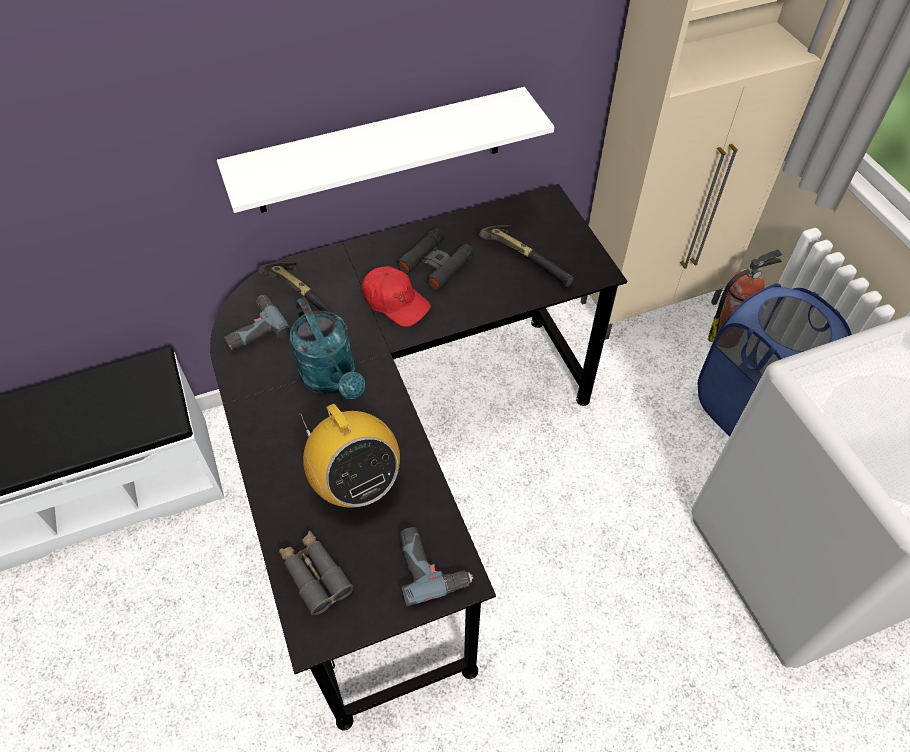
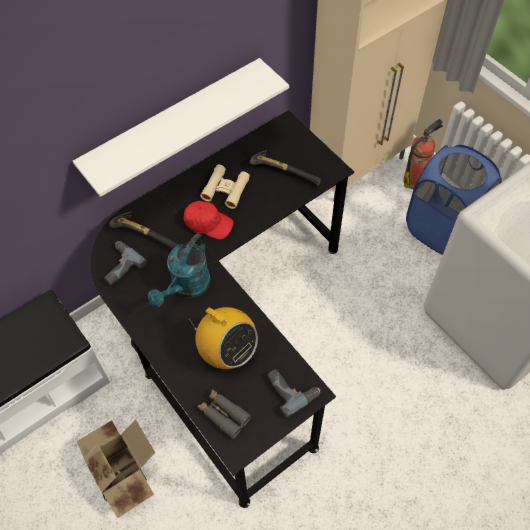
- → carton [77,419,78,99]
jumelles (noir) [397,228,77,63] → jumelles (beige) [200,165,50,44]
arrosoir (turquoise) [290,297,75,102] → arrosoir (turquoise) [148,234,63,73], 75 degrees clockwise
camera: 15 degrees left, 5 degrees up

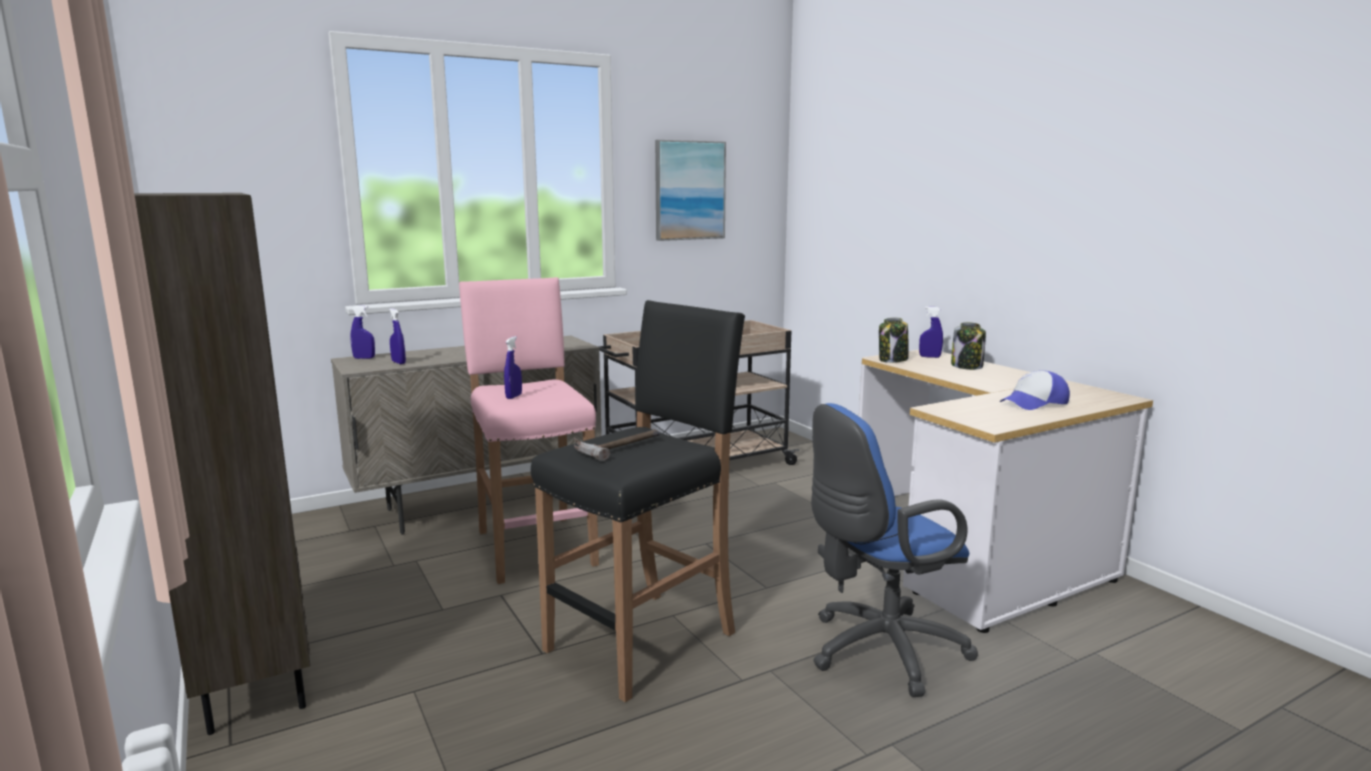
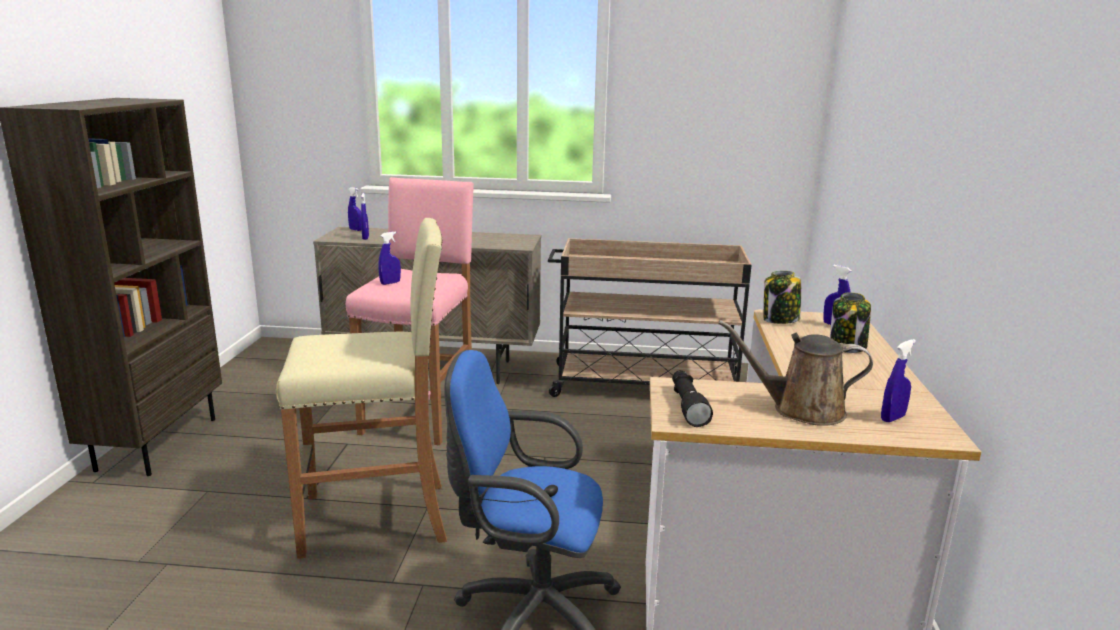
marteau [574,429,86,32] → -
tableau [655,140,71,101] → -
- → lampe de poche (noir) [672,370,41,57]
- → vaporisateur (bleu) [881,339,35,83]
casquette [1000,371,70,39] → arrosoir (marron) [718,320,155,106]
tabouret (noir) [531,300,214,402] → tabouret (beige) [276,218,171,341]
camera: 35 degrees right, 5 degrees up

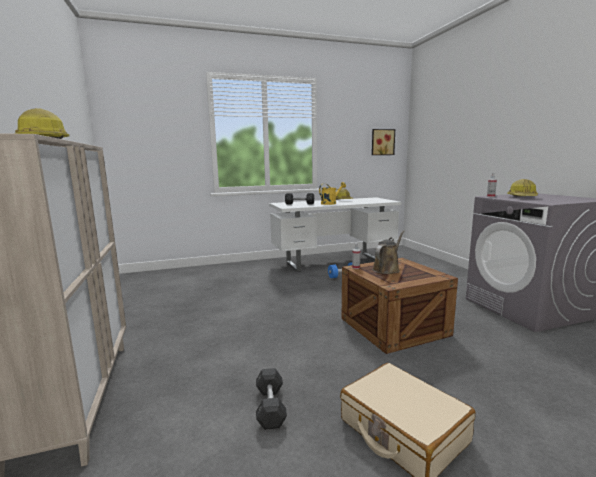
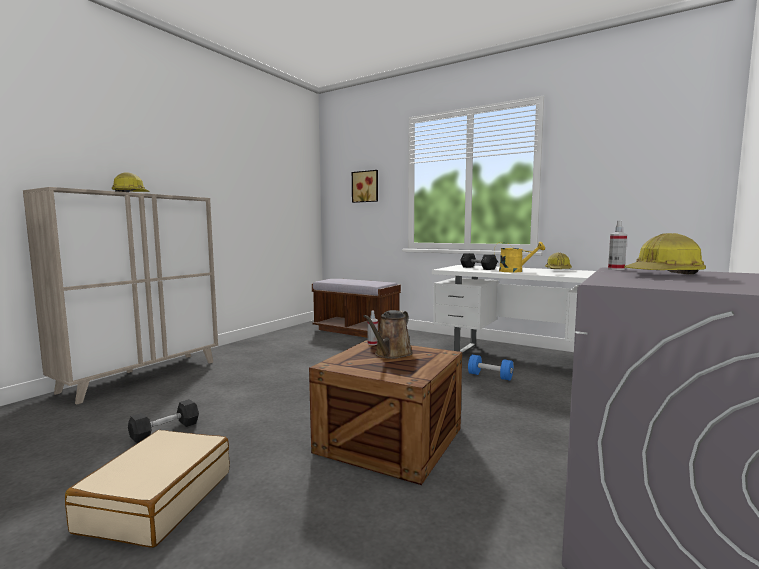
- → banc (marron) [312,279,89,59]
tableau [372,129,23,26] → tableau [352,170,26,33], relocated
arrosoir (marron) [372,230,32,44] → arrosoir (marron) [363,310,50,49], 120 degrees clockwise
camera: 50 degrees right, 5 degrees down

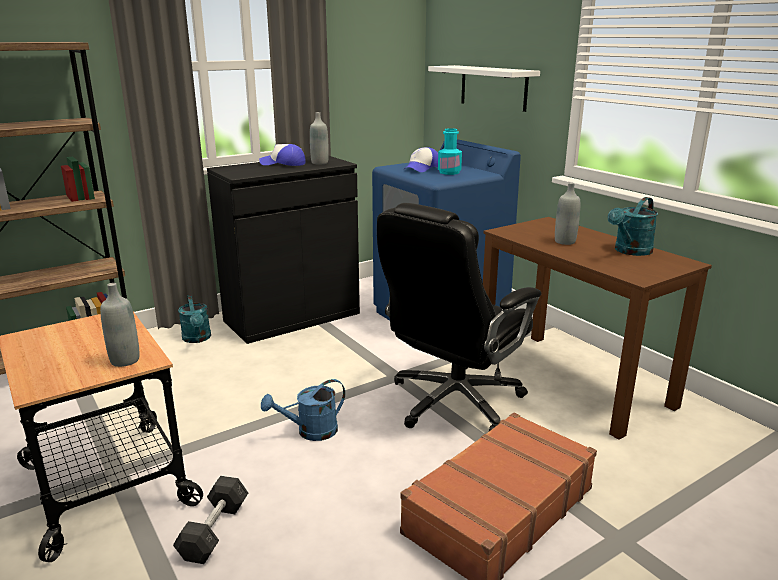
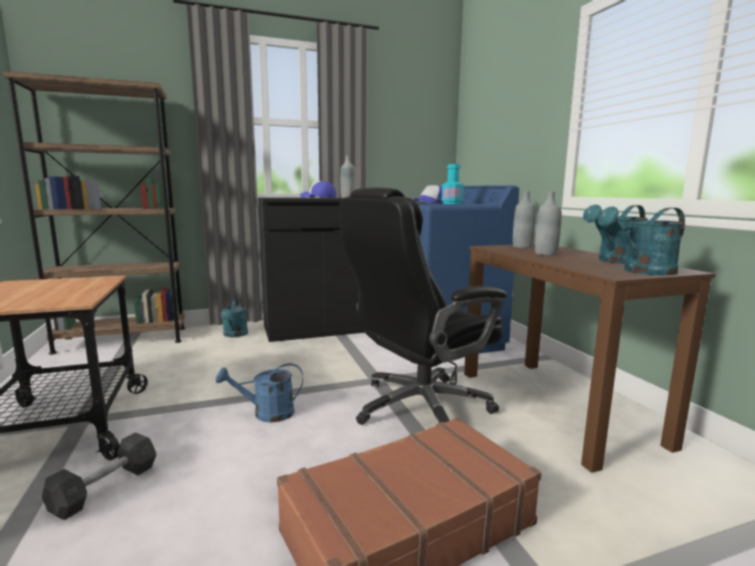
étagère (blanc) [428,65,112,47] → -
- → arrosoir (turquoise) [598,207,87,69]
bouteille (gris) [100,283,40,84] → bouteille (gris) [513,191,23,57], relocated
camera: 15 degrees right, 10 degrees down

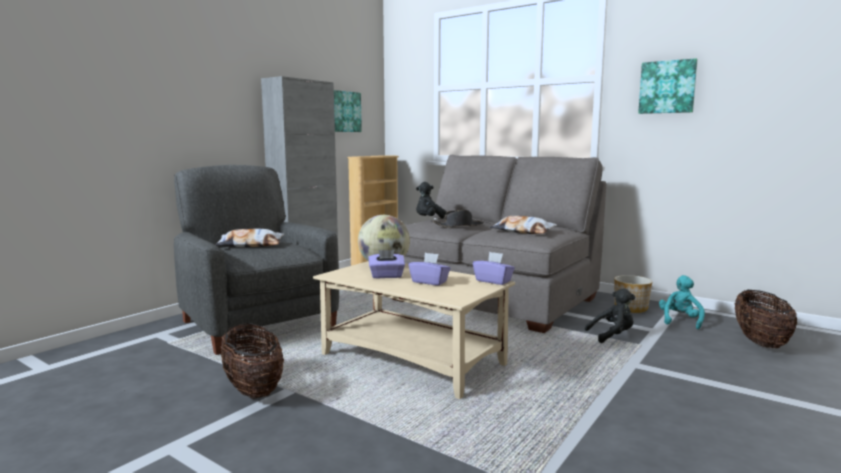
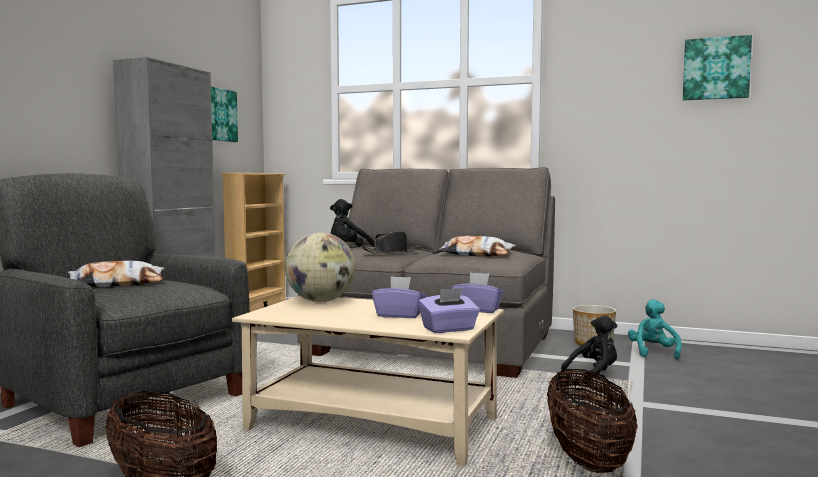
boîte à mouchoirs (violet) [368,250,37,28] → boîte à mouchoirs (violet) [418,288,62,45], relocated
tableau [638,58,60,56] → tableau [683,35,69,65], relocated
panier [735,290,62,58] → panier [547,369,91,104], relocated
camera: 15 degrees left, 5 degrees down

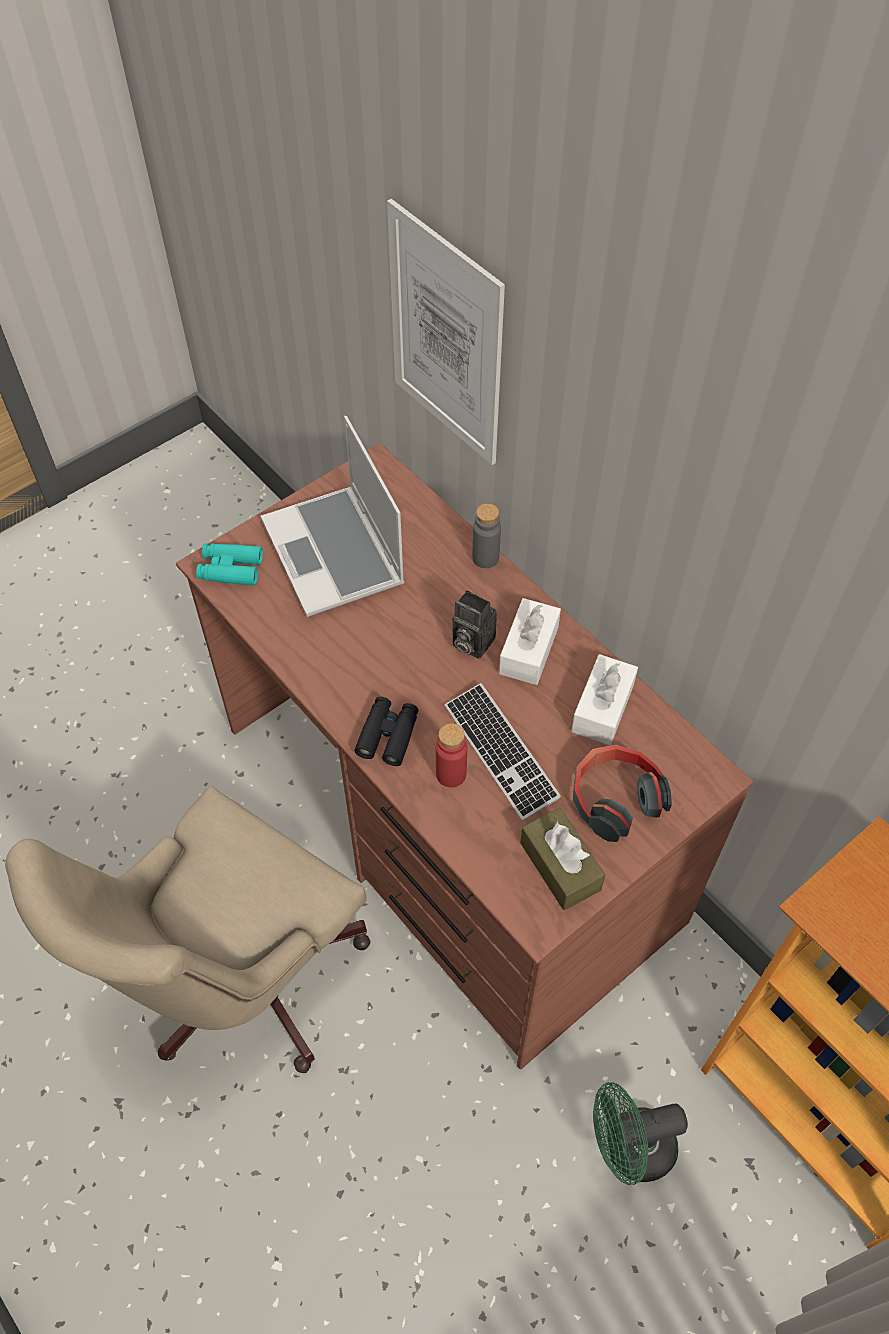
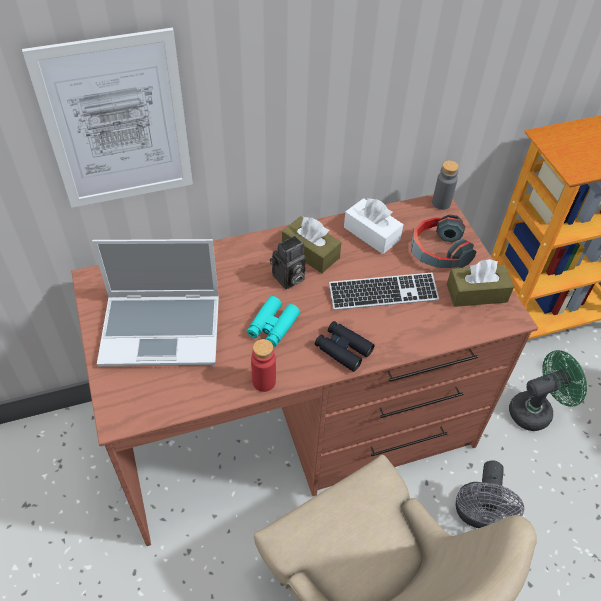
- → ventilateur (gris) [456,460,68,68]
jumelles (turquoise) [196,543,67,42] → jumelles (turquoise) [247,296,53,51], relocated
bouteille (rouge) [436,723,31,65] → bouteille (rouge) [251,339,25,53], relocated
bouteille (gris) [472,503,29,65] → bouteille (gris) [432,160,27,50], relocated
boîte à mouchoirs (blanc) [499,598,62,87] → boîte à mouchoirs (marron) [282,216,59,57]
ventilateur (vert) [593,1082,95,103] → ventilateur (vert) [509,350,78,81], 120 degrees counterclockwise
camera: 70 degrees left, 5 degrees down

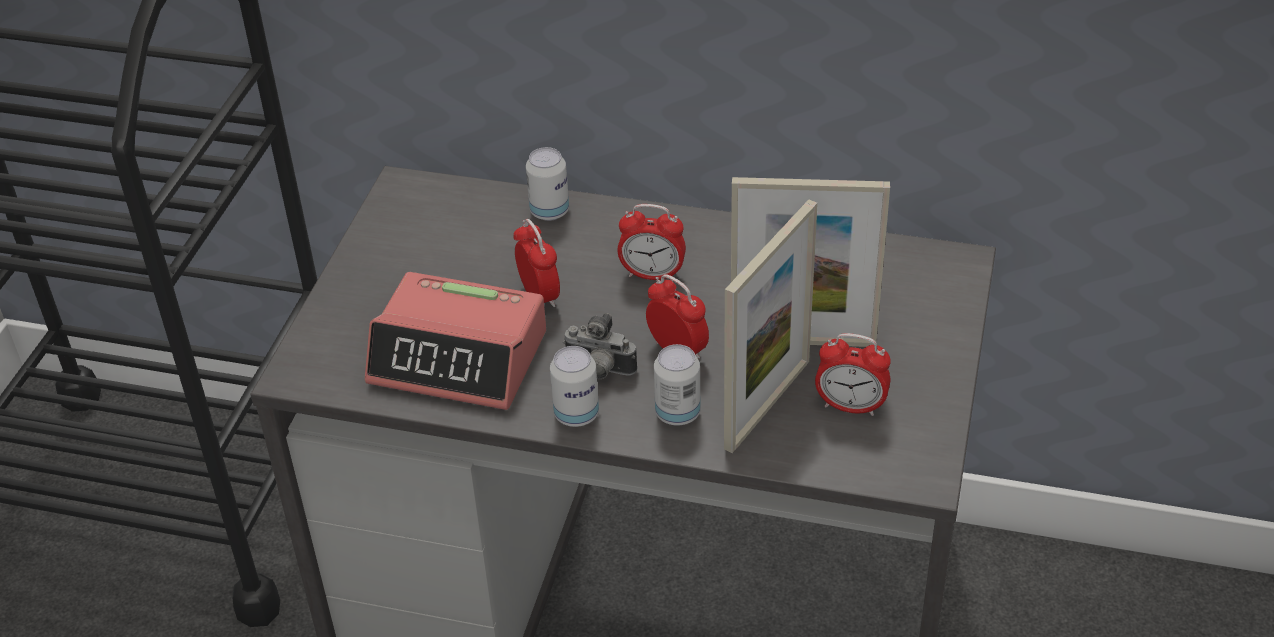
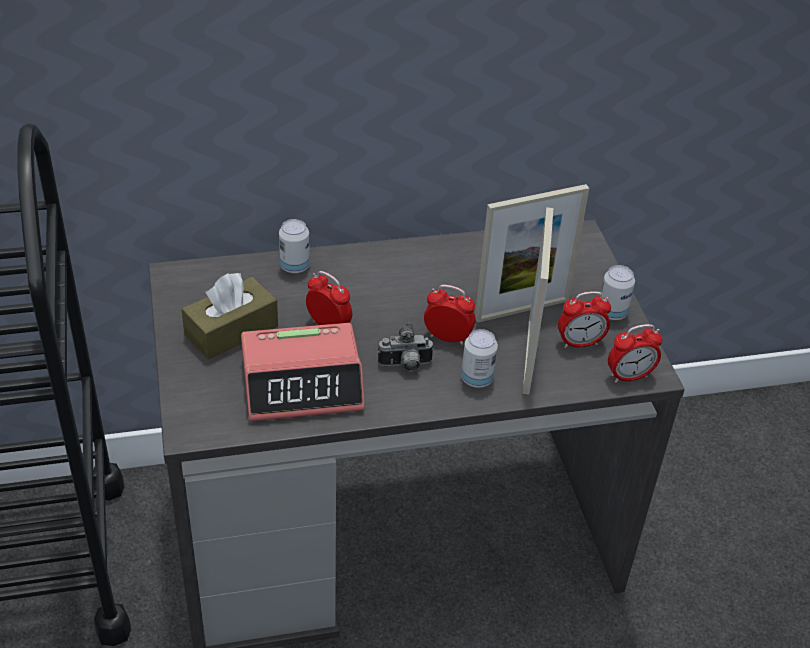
- → boîte à mouchoirs (marron) [181,273,97,87]
boîte métallique [550,346,49,81] → boîte métallique [600,265,35,55], relocated
réveil [617,204,69,77] → réveil [608,324,54,59], relocated
camera: 30 degrees left, 0 degrees up

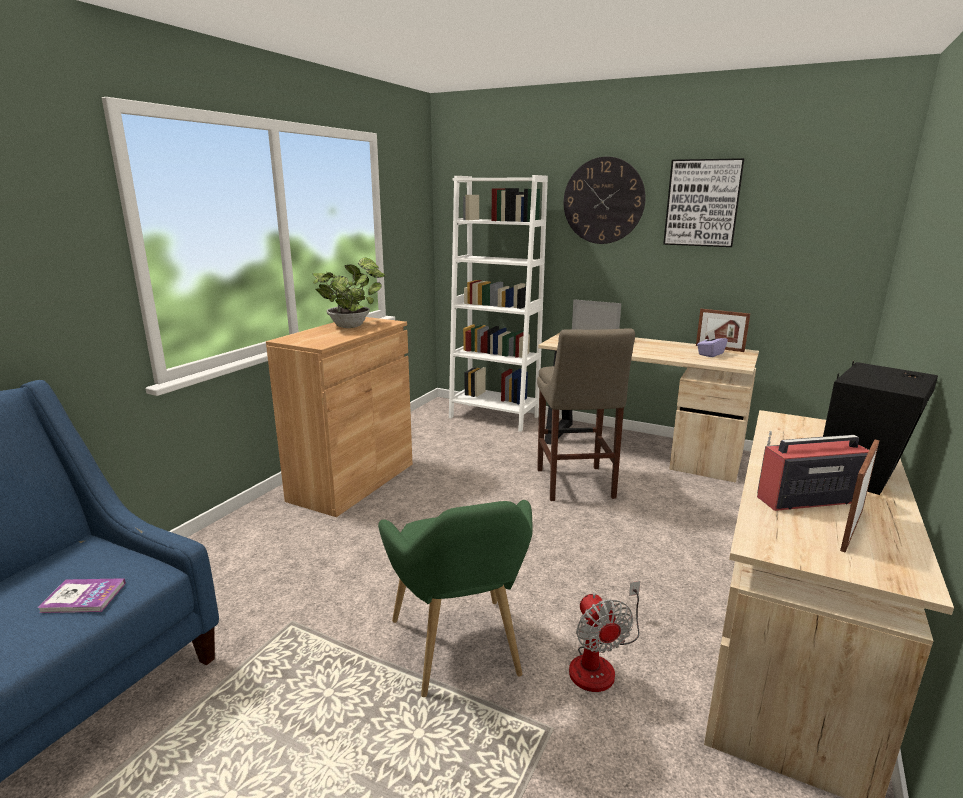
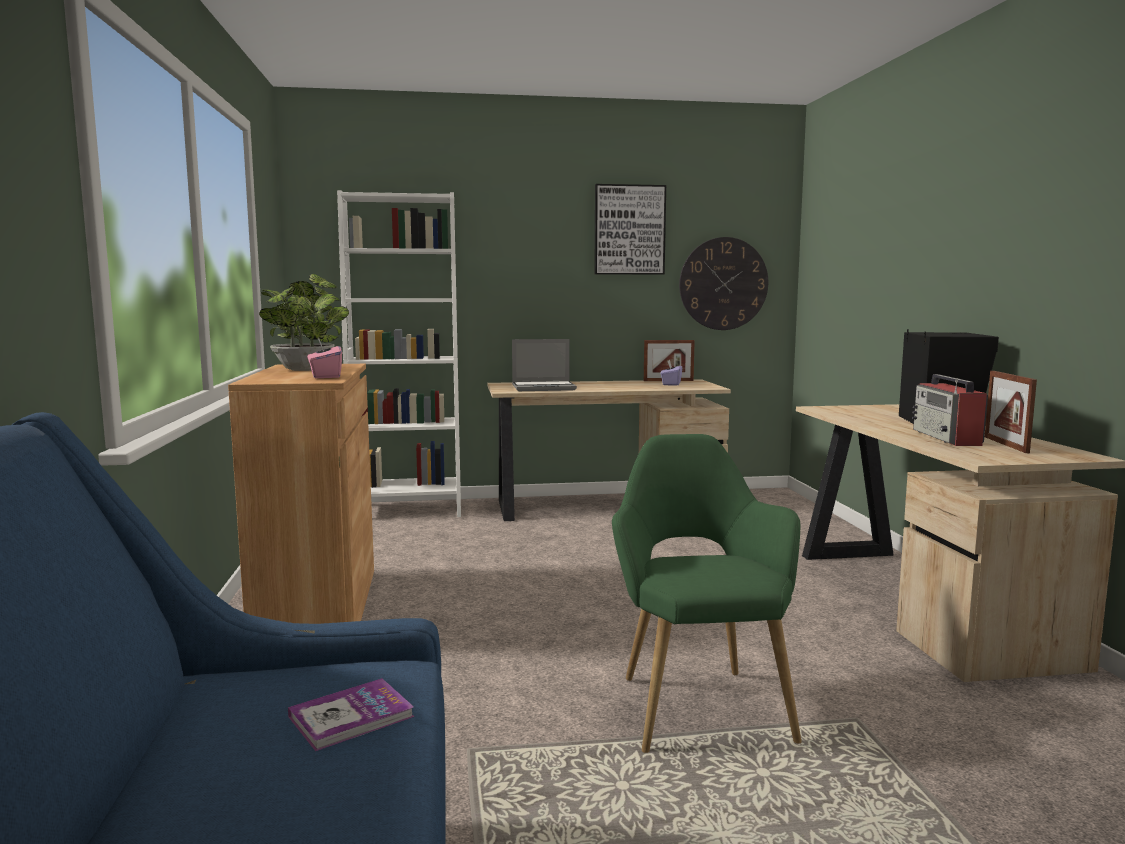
tabouret (beige) [537,328,98,173] → -
ventilateur [569,581,71,111] → -
- → boîte à mouchoirs (rose) [307,338,35,40]
horloge murale [564,157,82,87] → horloge murale [679,237,89,93], relocated
fauteuil (vert) [378,500,155,197] → fauteuil (vert) [612,434,190,319], 135 degrees counterclockwise
radio [757,431,112,80] → radio [912,374,76,72], 45 degrees counterclockwise
camera: 35 degrees left, 10 degrees down

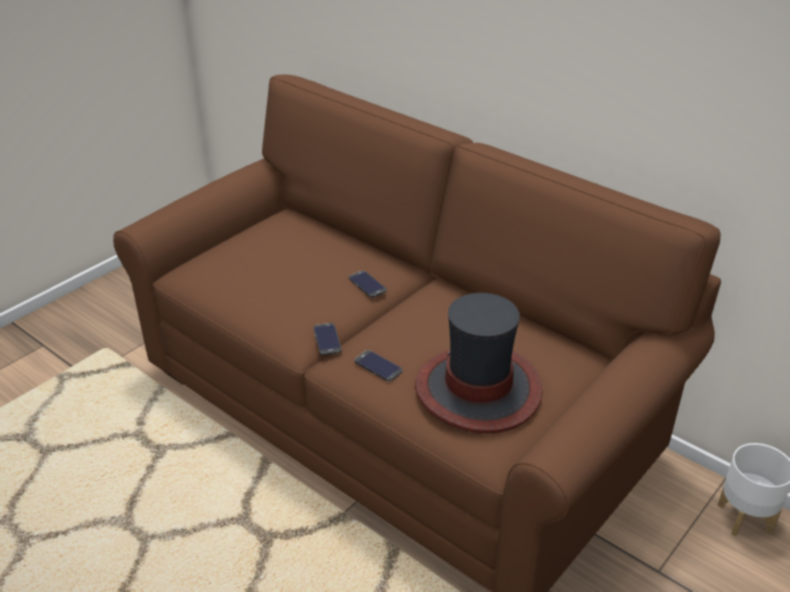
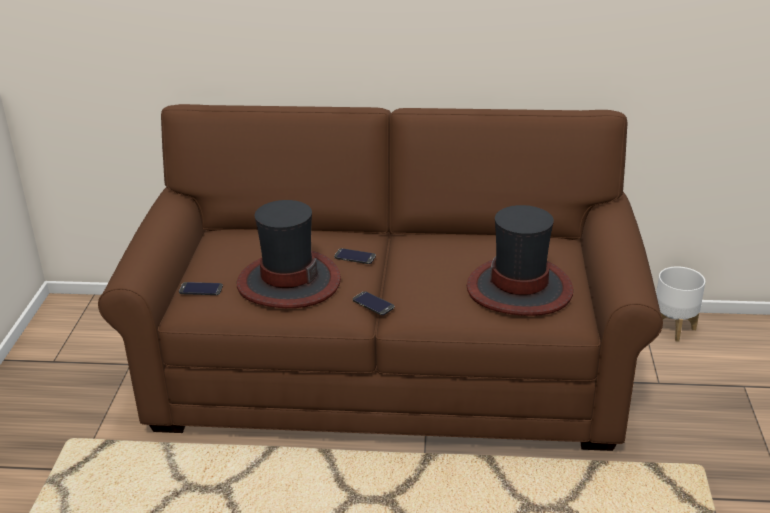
- → chapeau [237,200,104,108]
téléphone [355,350,48,31] → téléphone [179,282,44,13], relocated
camera: 35 degrees left, 5 degrees down

